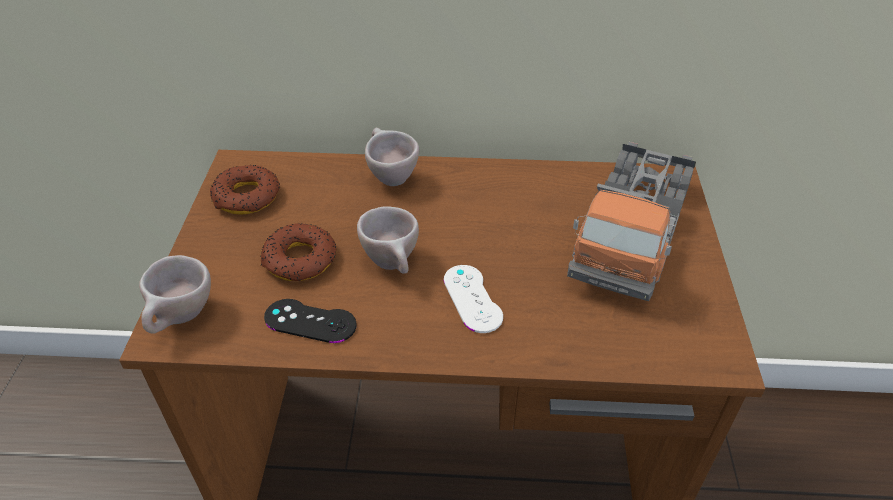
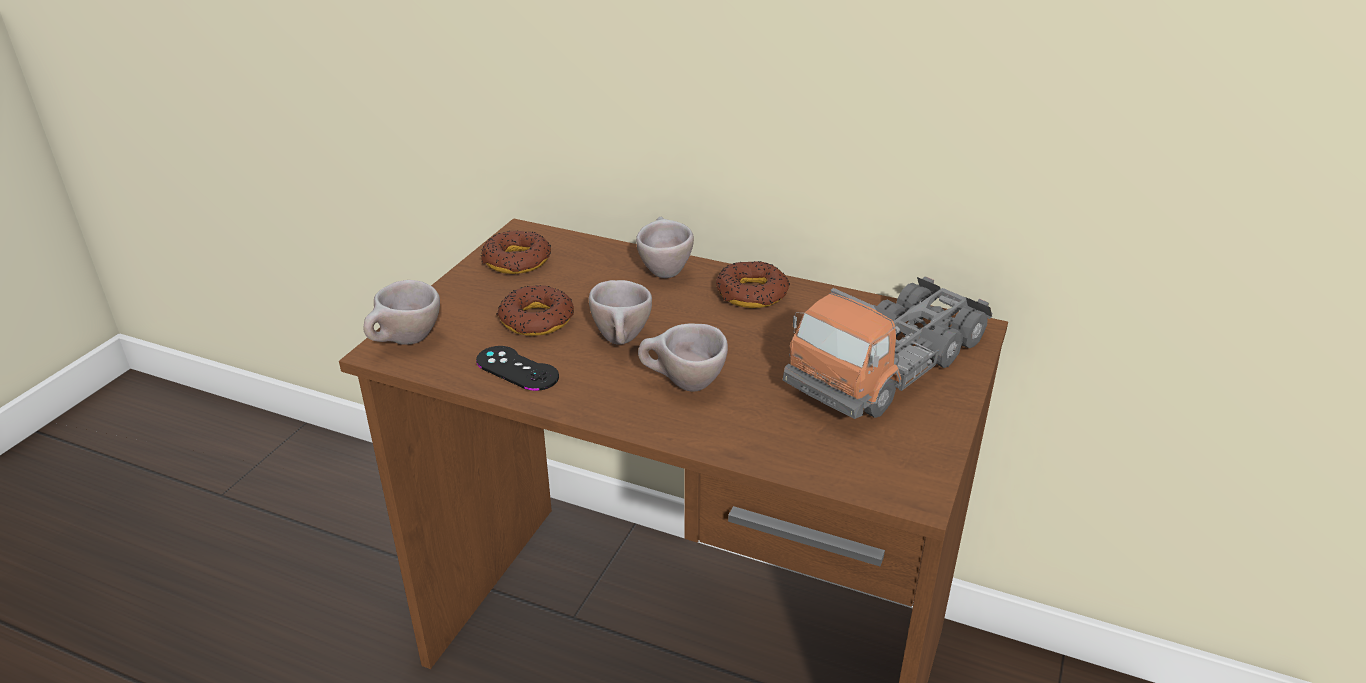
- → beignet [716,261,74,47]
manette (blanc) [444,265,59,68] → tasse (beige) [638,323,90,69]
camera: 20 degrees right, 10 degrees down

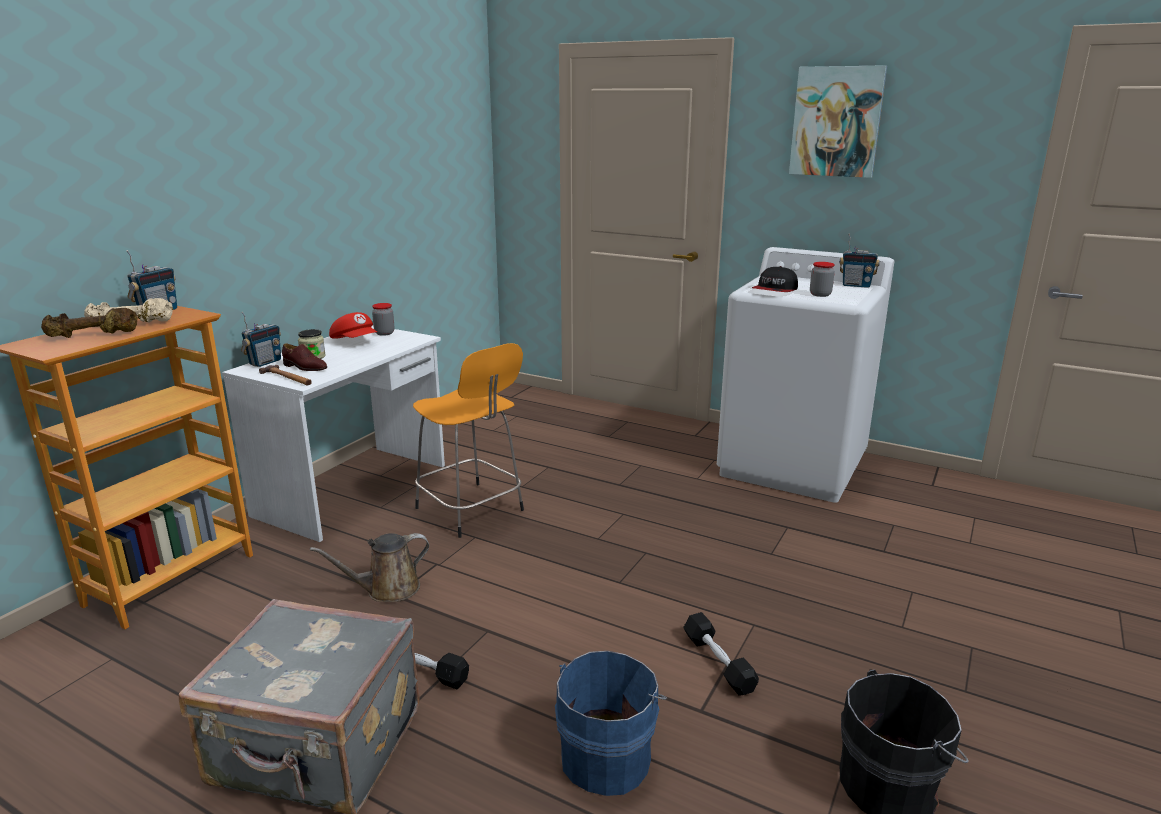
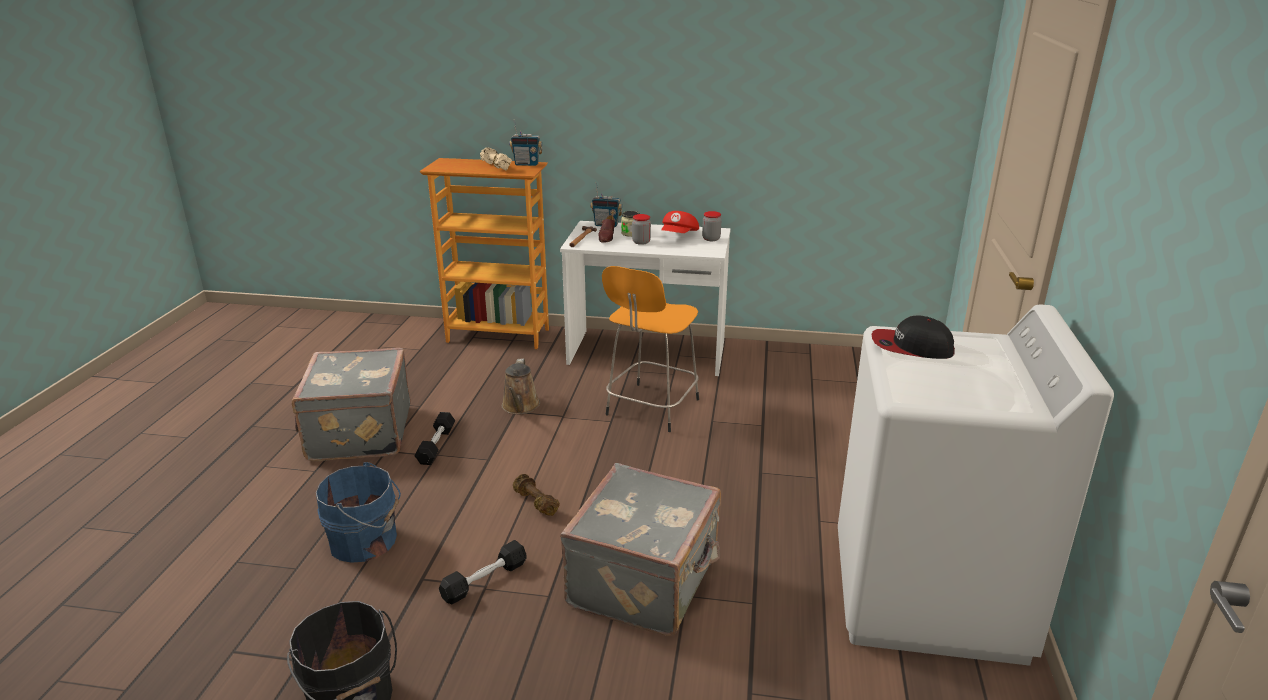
tableau [789,65,98,113] → -
radio [839,233,41,55] → -
- → valise (gris) [560,463,161,173]
haltère (marron) [41,308,97,30] → haltère (marron) [513,474,47,42], relocated
bocal [810,262,25,35] → bocal [632,214,19,31], relocated
arrosoir (marron) [310,533,119,69] → arrosoir (marron) [502,359,38,55], 135 degrees counterclockwise
camera: 70 degrees right, 5 degrees up

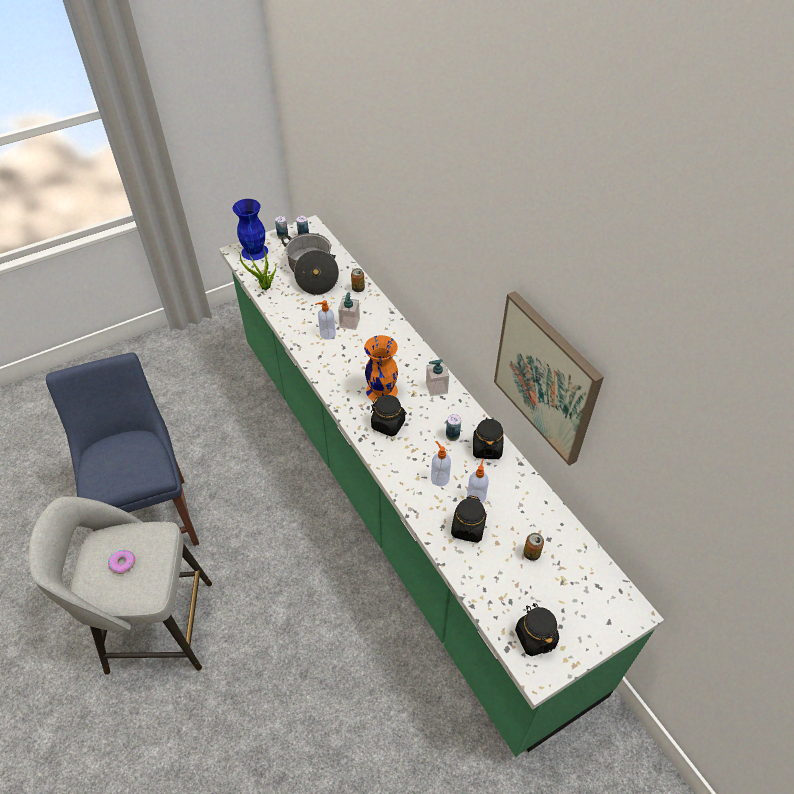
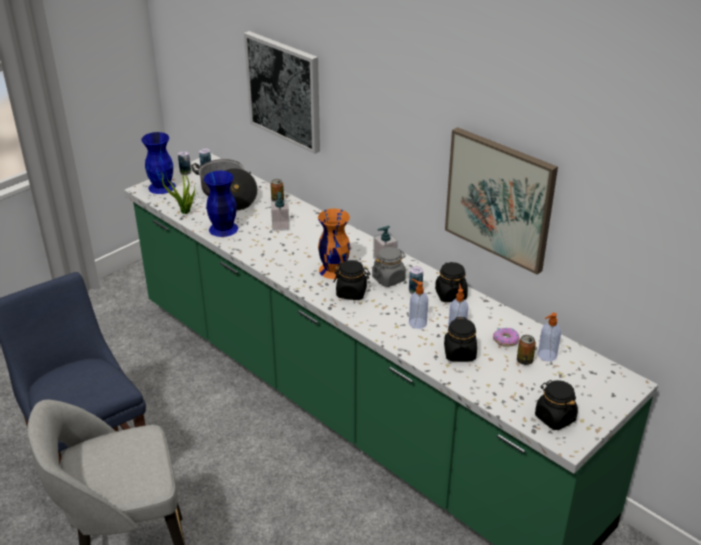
- → vase (bleu) [204,171,34,66]
- → tableau [244,31,76,123]
- → bocal (gris) [372,247,34,40]
beignet [108,550,28,24] → beignet [493,328,26,19], relocated
distributeur de savon [315,300,21,40] → distributeur de savon [538,313,23,48], relocated
camera: 15 degrees left, 15 degrees down

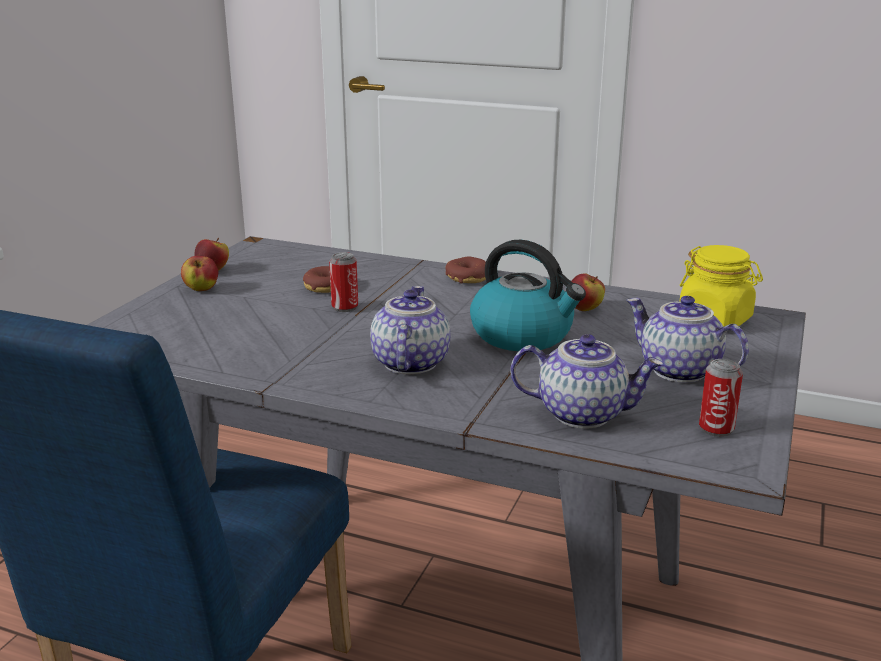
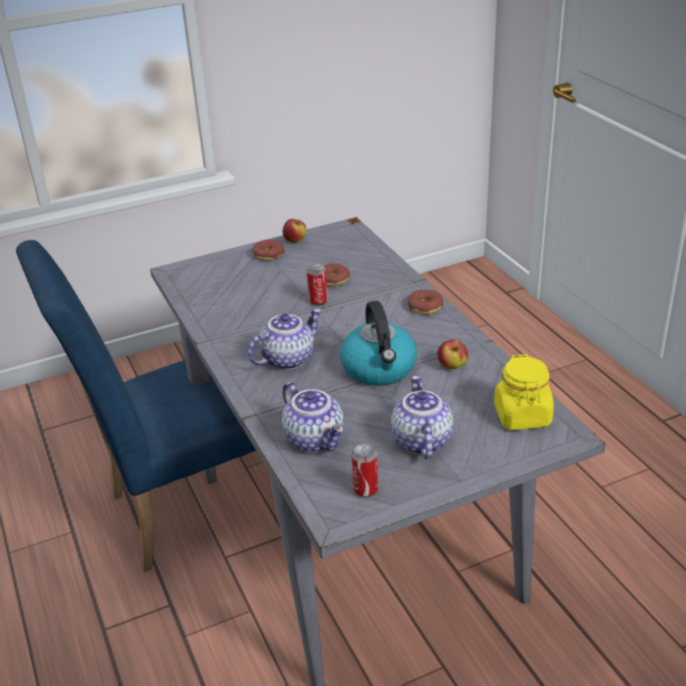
pomme [181,256,37,35] → beignet [252,239,33,22]
camera: 45 degrees right, 10 degrees up

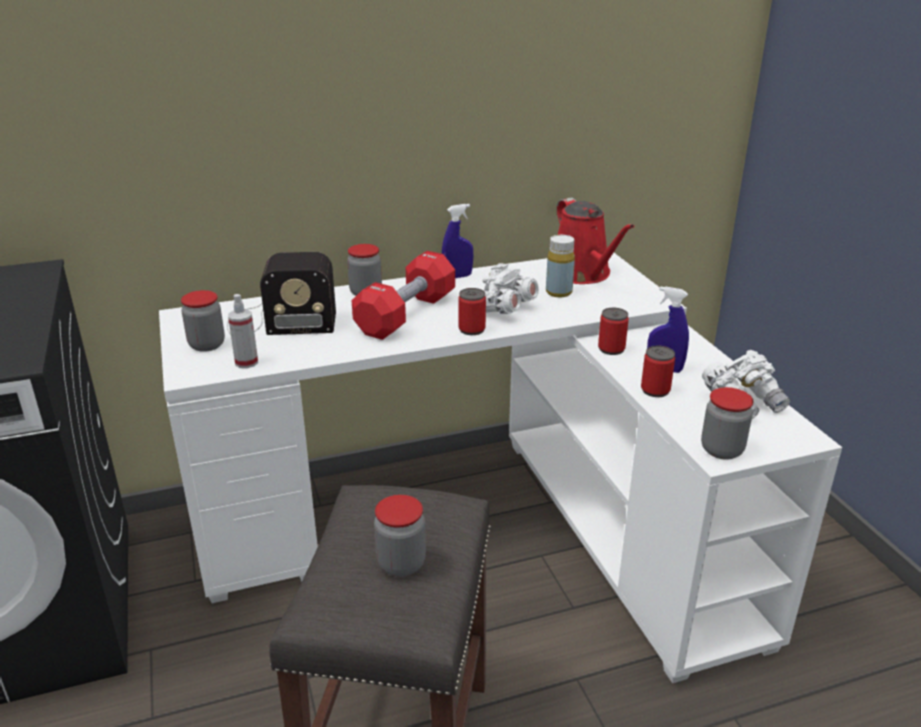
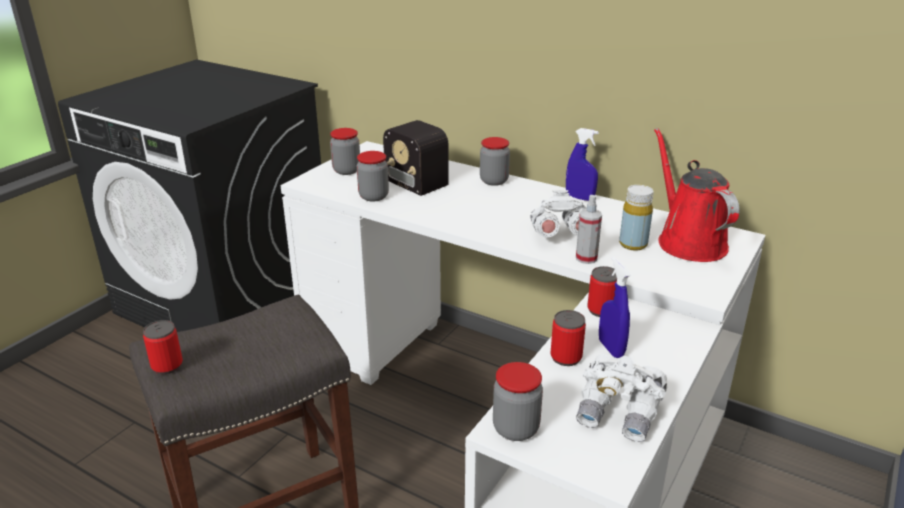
haltère (rouge) [352,251,103,89] → -
vaporisateur [228,294,30,74] → vaporisateur [576,195,26,69], relocated
bocal [374,495,52,82] → bocal [357,151,32,51], relocated
boîte métallique [458,288,28,47] → boîte métallique [143,320,40,55], relocated
arrosoir (rouge) [557,198,77,86] → arrosoir (rouge) [654,128,85,134], 135 degrees clockwise
camera: 50 degrees right, 0 degrees up

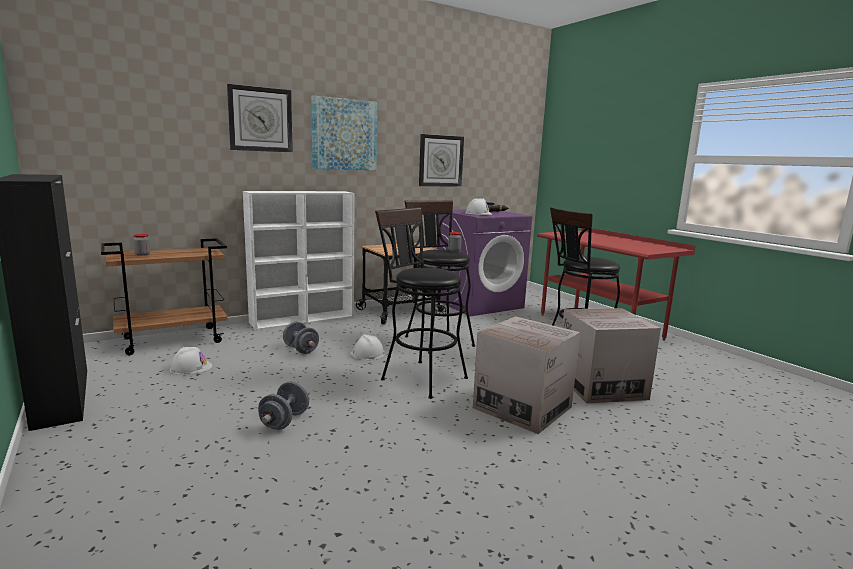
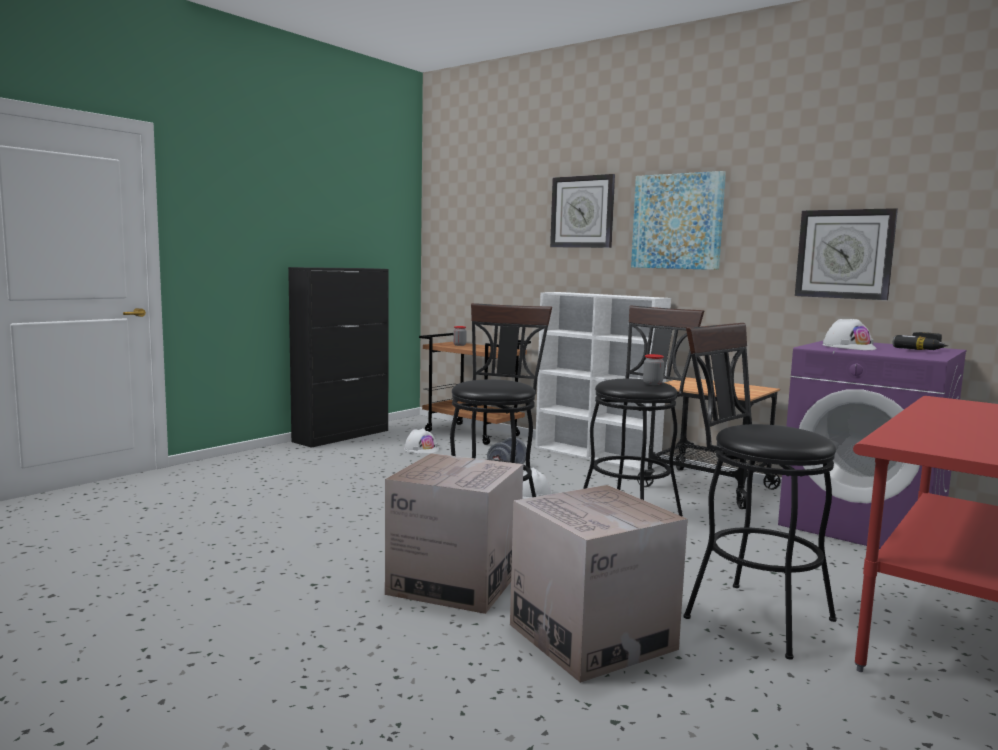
haltère (gris) [258,381,51,49] → -
camera: 70 degrees right, 5 degrees down

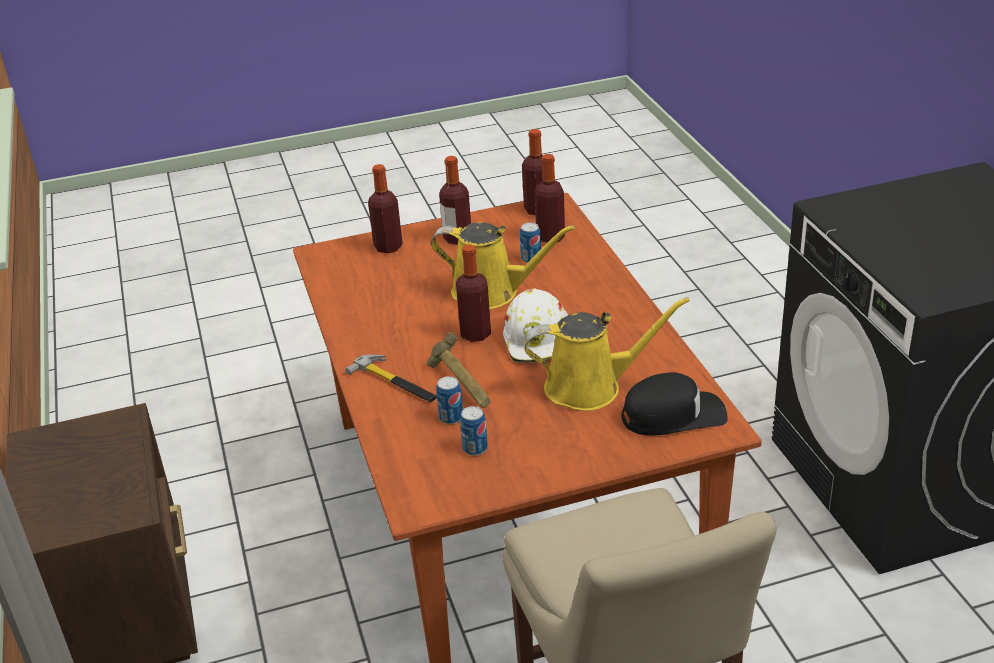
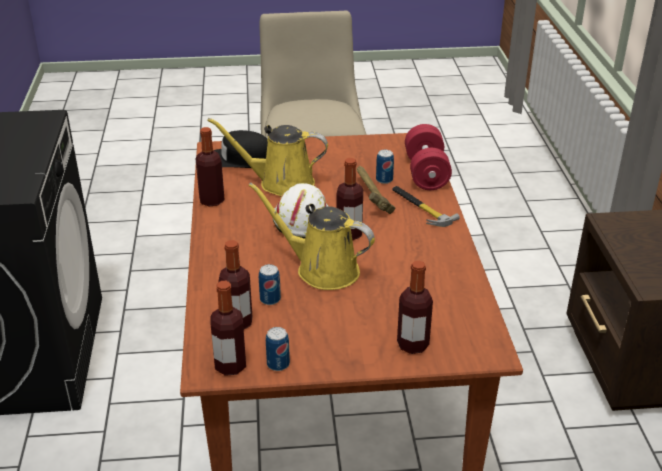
- → haltère (rouge) [405,124,47,66]
bouteille [439,156,32,89] → bouteille [196,127,29,80], relocated
boîte métallique [460,406,28,49] → boîte métallique [266,327,24,44], relocated
camera: 170 degrees left, 0 degrees up

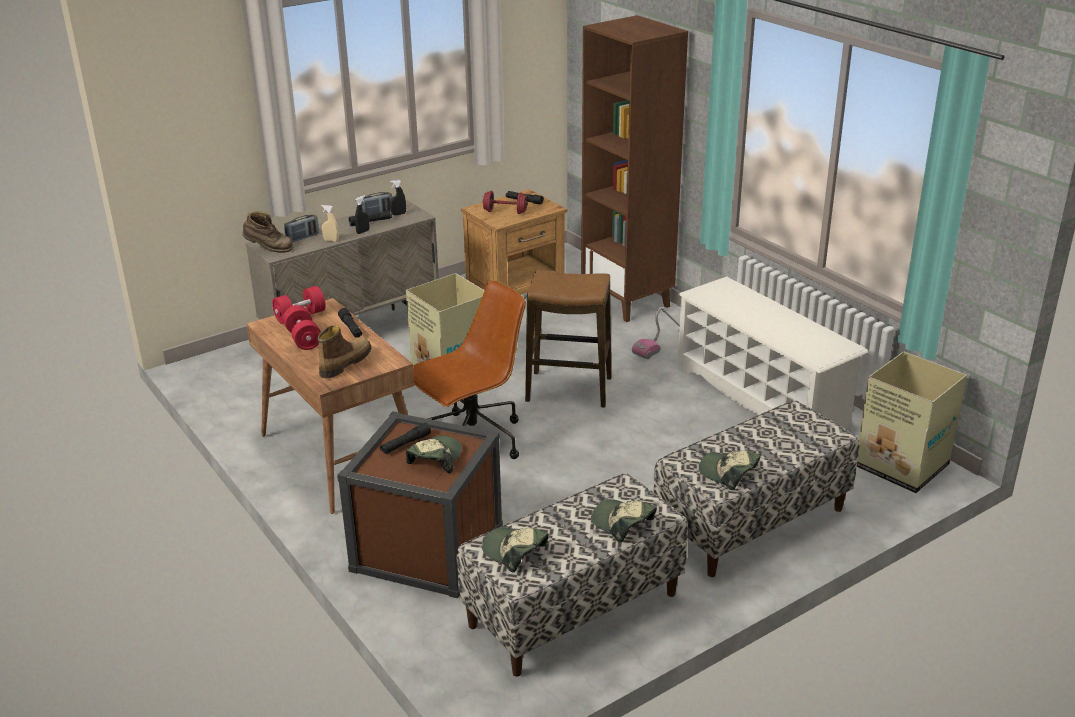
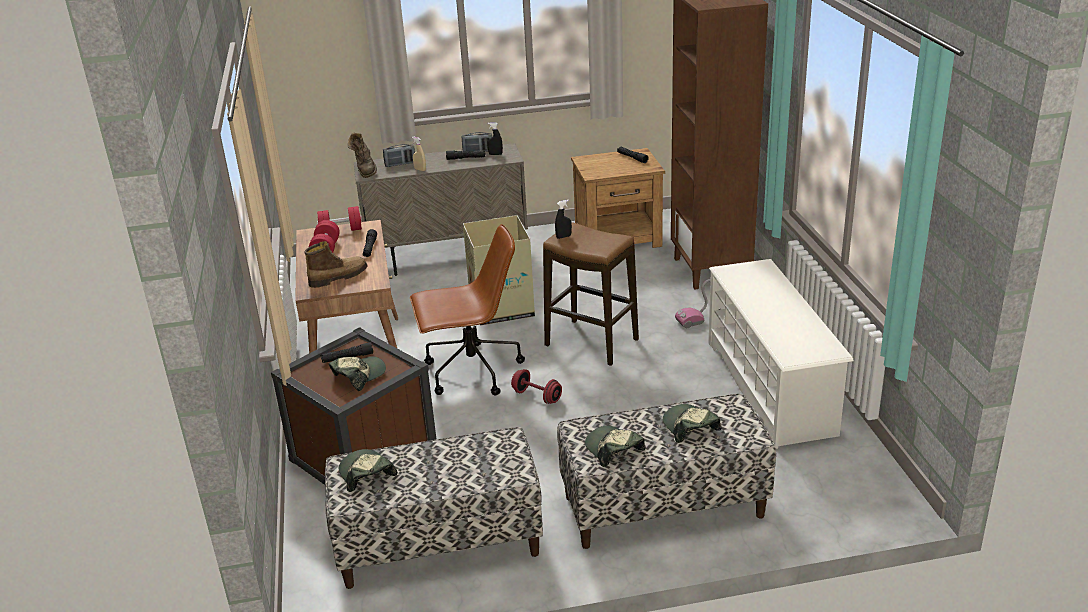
carton [857,352,110,141] → -
vaporisateur (noir) [355,195,14,39] → vaporisateur (noir) [555,200,17,39], relocated
haltère (rouge) [483,191,45,23] → haltère (rouge) [511,369,51,35], relocated
casquette [591,499,65,44] → casquette [663,404,59,39], relocated
botte (marron) [242,211,52,42] → botte (marron) [348,132,29,46], 45 degrees clockwise
camera: 25 degrees right, 0 degrees up

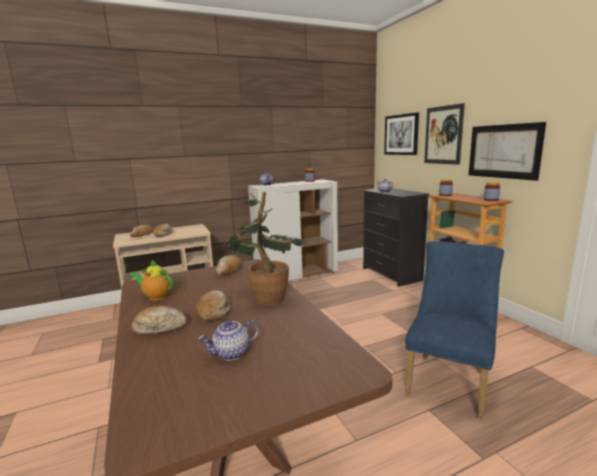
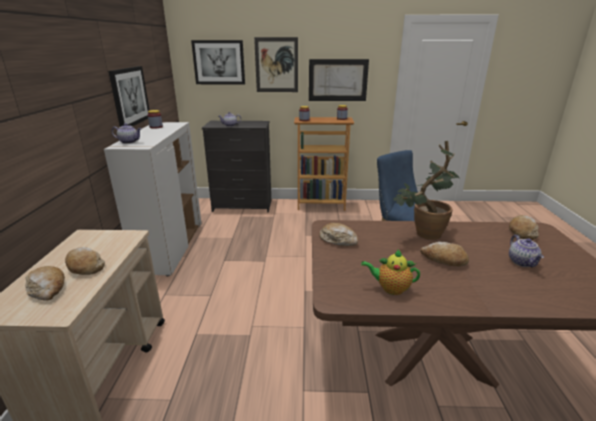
- → tableau [108,66,41,61]
pain [132,306,55,28] → pain [509,215,30,25], relocated
théière [130,260,43,41] → théière [361,249,59,46], 60 degrees clockwise
camera: 65 degrees left, 10 degrees up

